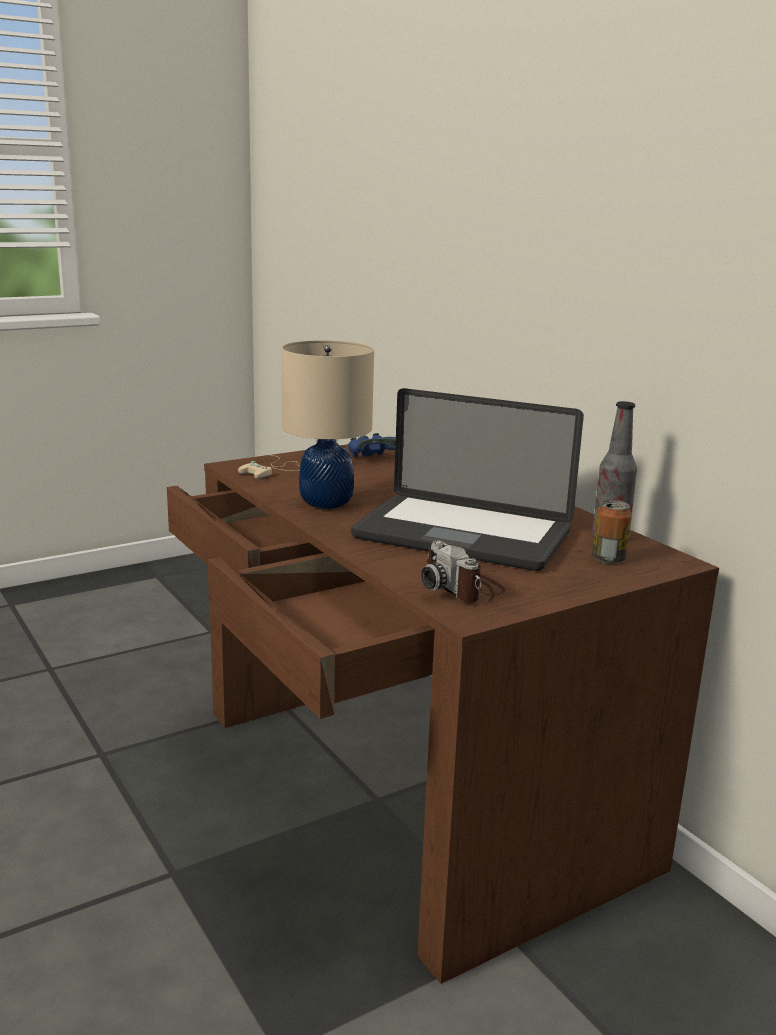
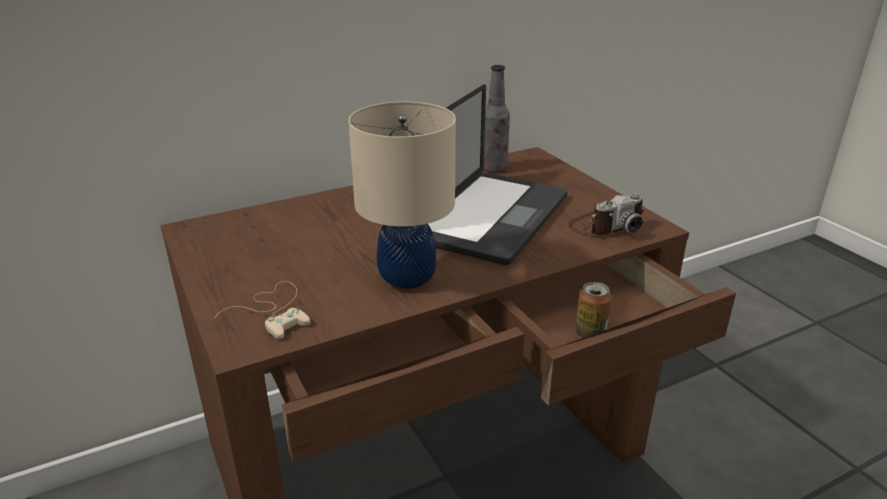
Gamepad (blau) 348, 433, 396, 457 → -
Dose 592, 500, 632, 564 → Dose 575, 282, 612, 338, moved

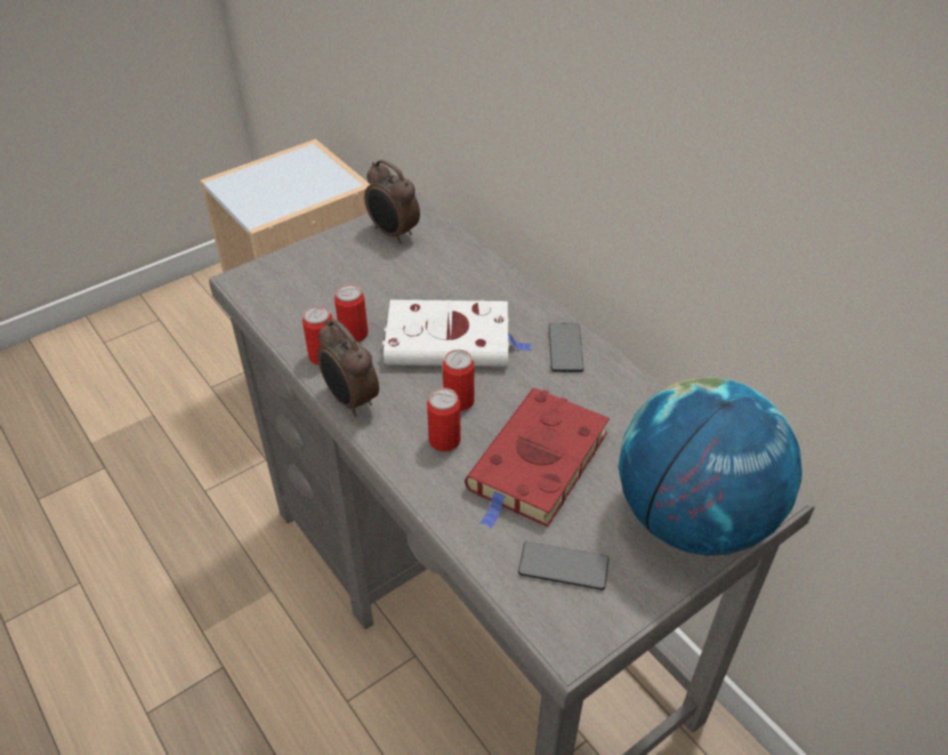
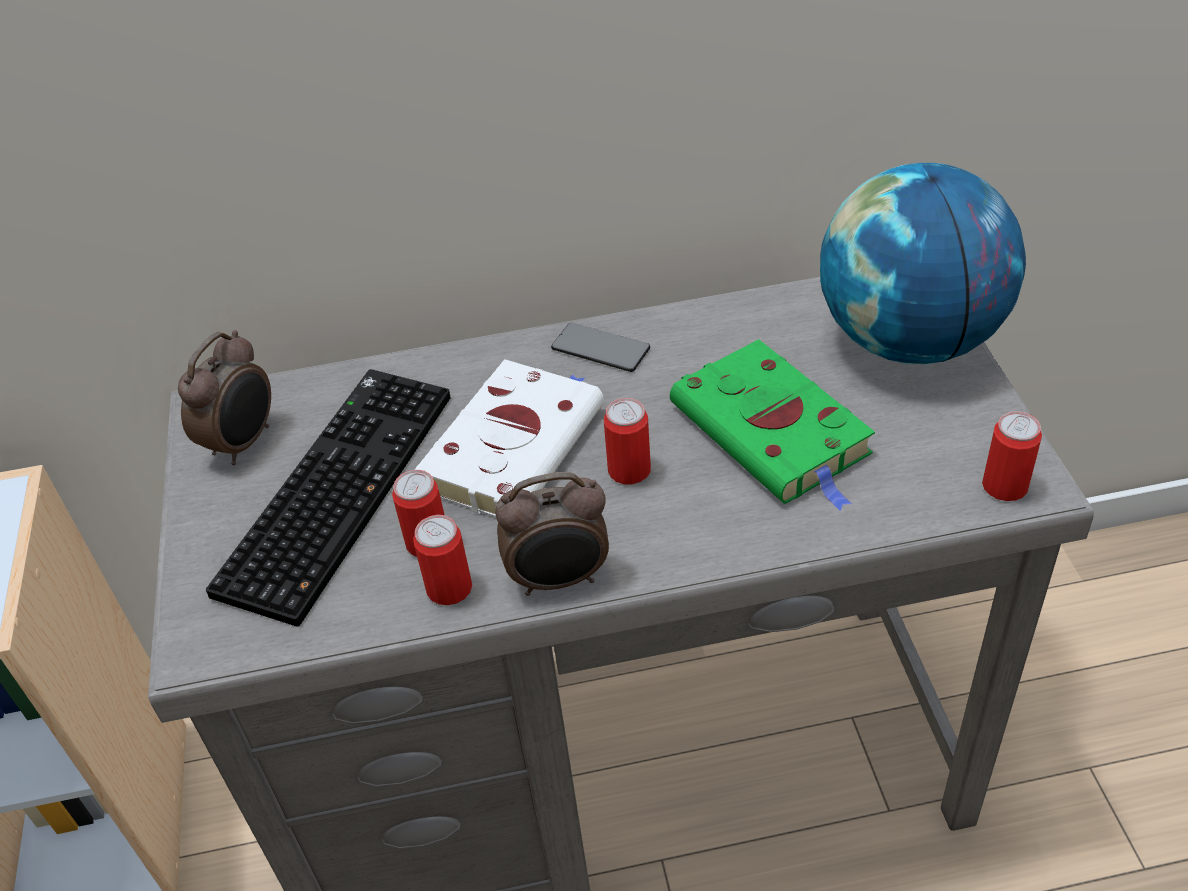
Wecker 364, 160, 420, 244 → Wecker 178, 330, 271, 465, 45 degrees counterclockwise
Dose 427, 388, 461, 451 → Dose 982, 411, 1042, 501, moved
Buch (rot) 465, 388, 610, 529 → Buch (grün) 670, 339, 875, 510
Handy 518, 542, 609, 590 → -
- → Tastatur 206, 369, 450, 627

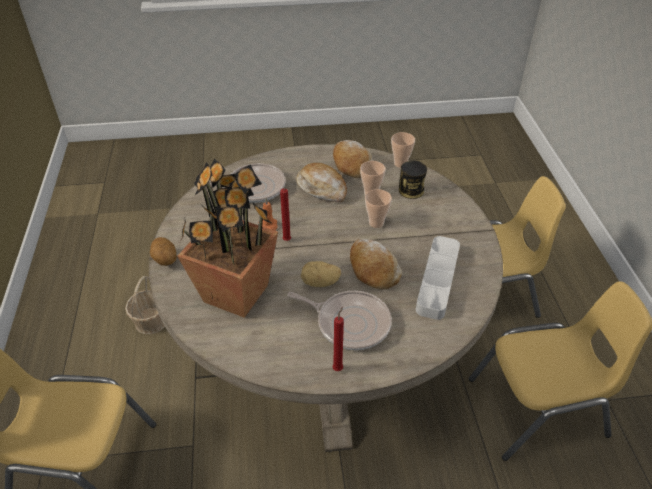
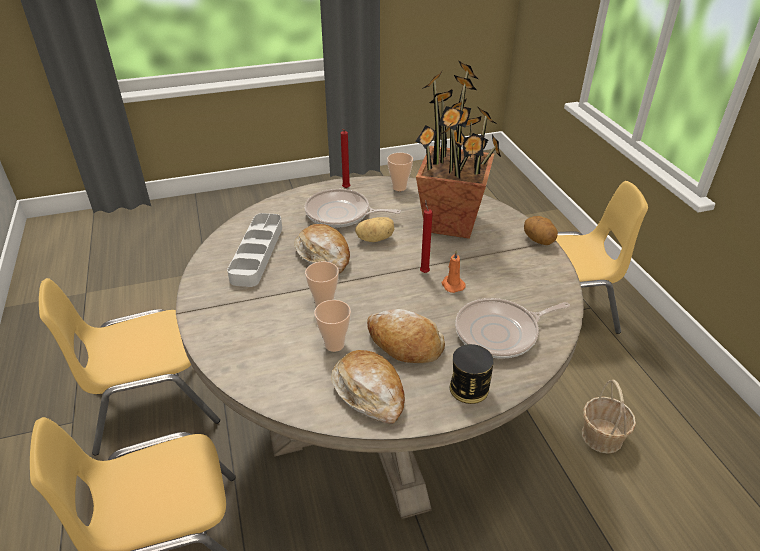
Tasse 391, 132, 415, 168 → Tasse 387, 153, 413, 191, moved
Dose 399, 160, 427, 199 → Dose 450, 344, 494, 404, moved

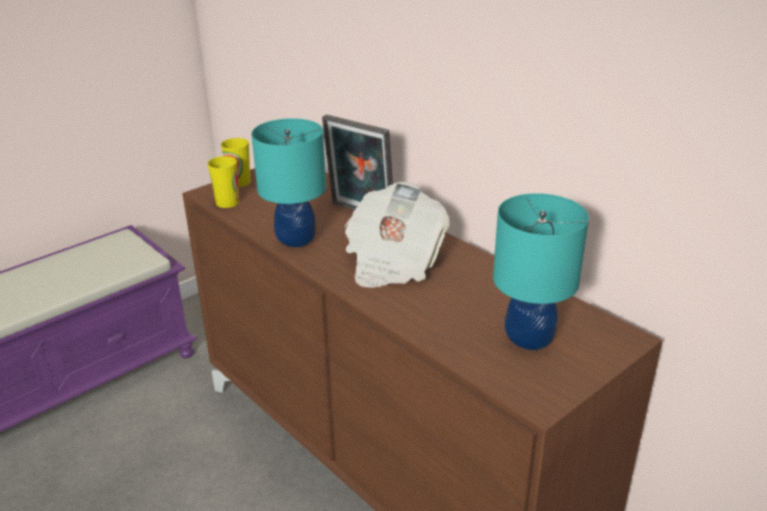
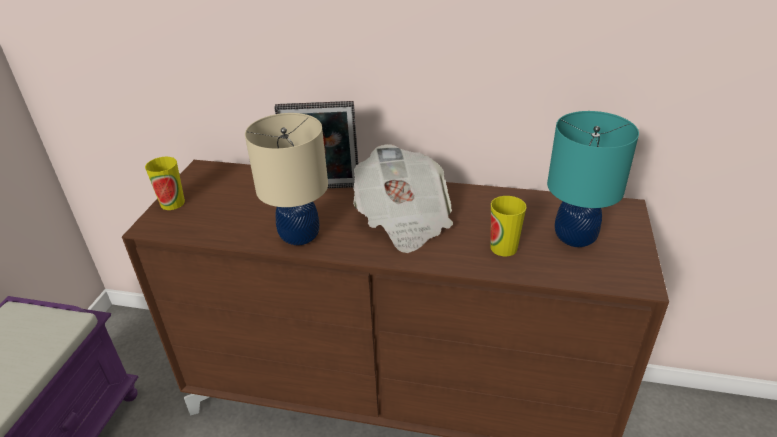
Tasse 208, 156, 239, 208 → Tasse 490, 196, 527, 256, moved
Tischlampe (türkis) 251, 118, 326, 247 → Tischlampe (beige) 245, 113, 328, 246

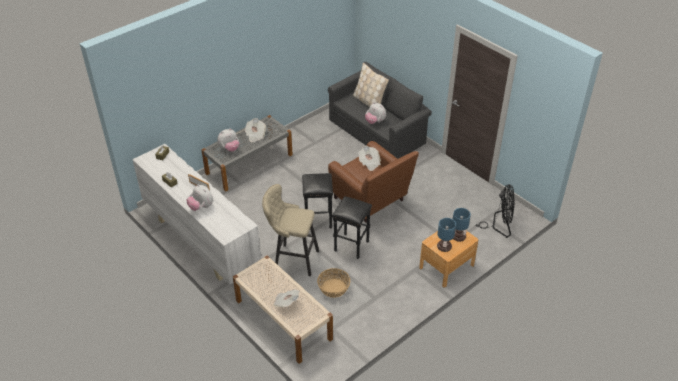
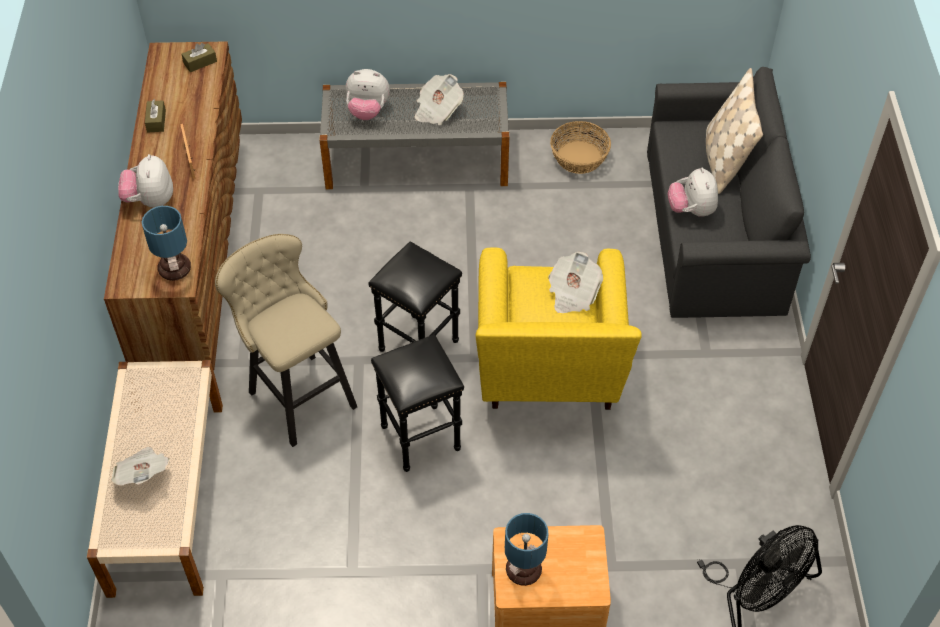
Schrank (weiß) 132, 144, 261, 285 → Schrank (braun) 104, 41, 242, 370
Korb 317, 268, 350, 298 → Korb 550, 121, 611, 174, moved
Sessel (braun) 328, 141, 419, 223 → Sessel (gelb) 476, 247, 642, 410
Tischlampe 453, 208, 471, 242 → Tischlampe 142, 206, 191, 281, moved

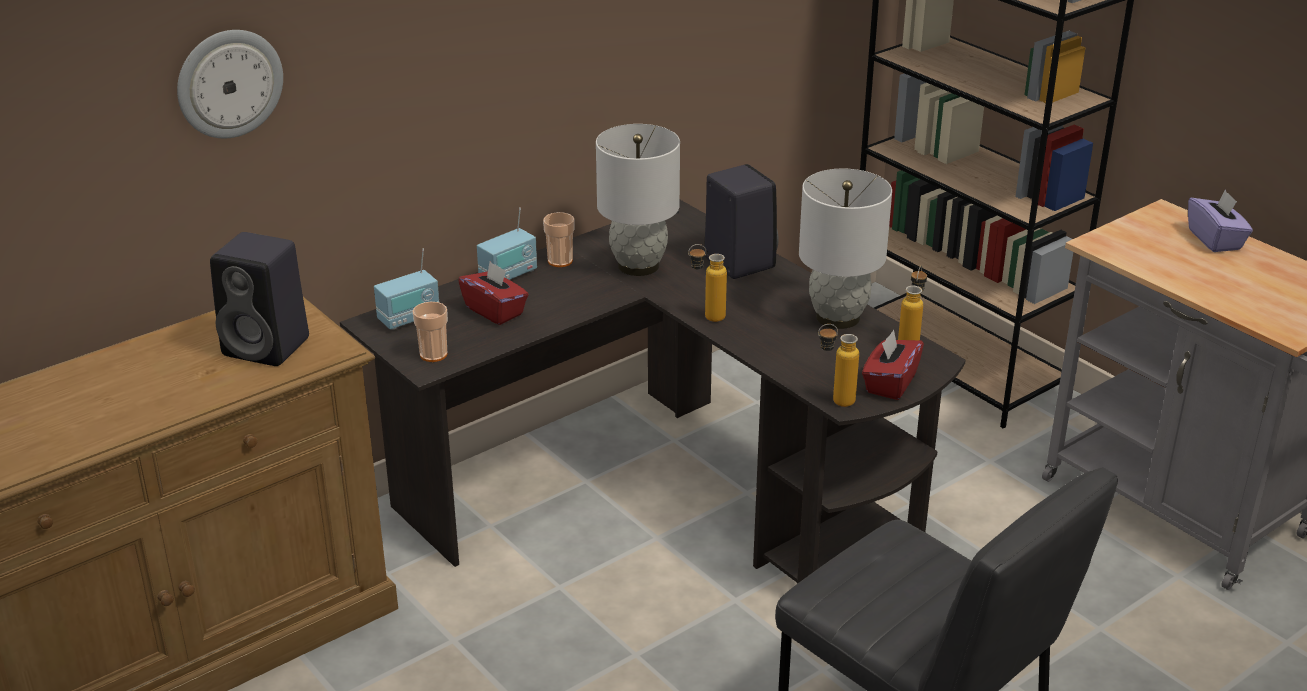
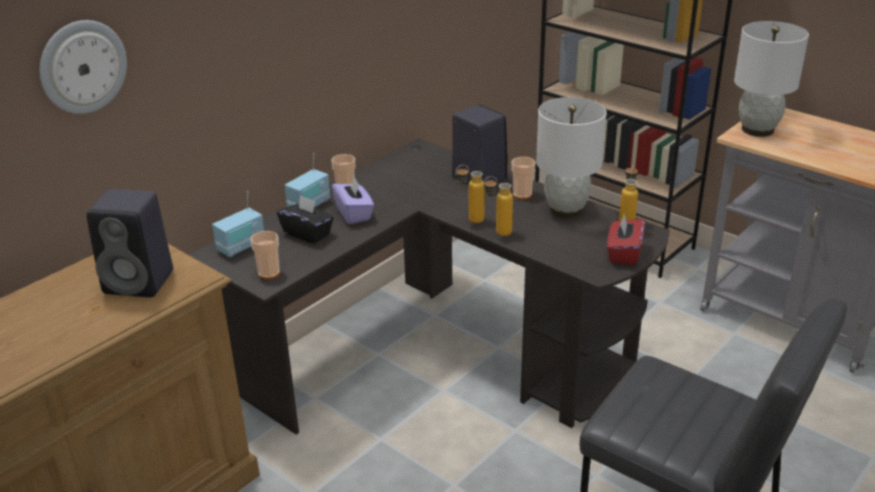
Taschentuchbox (rot) 458, 261, 529, 325 → Taschentuchbox (schwarz) 277, 195, 334, 244
Tischlampe (weiß) 596, 124, 680, 276 → Tischlampe (weiß) 734, 21, 809, 137, moved
Flasche 818, 324, 859, 407 → Flasche 483, 176, 513, 236, moved
Taschentuchbox (lila) 1188, 190, 1253, 252 → Taschentuchbox (lila) 332, 177, 374, 224, moved
- → Tasse 511, 157, 536, 199

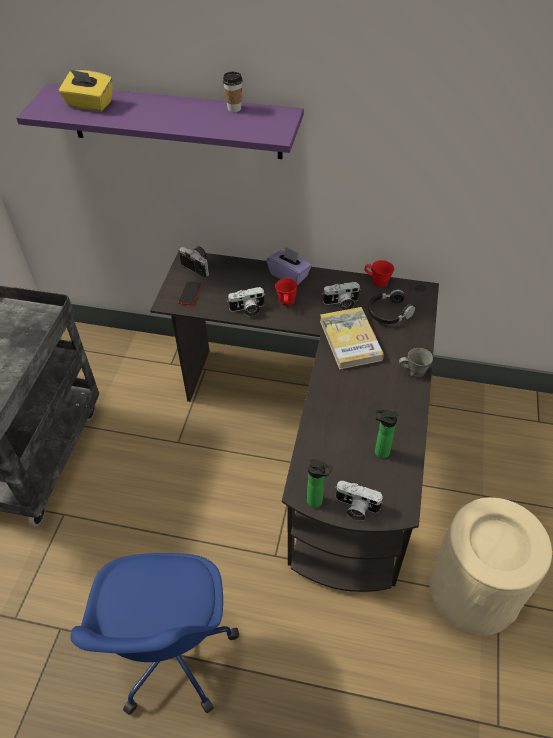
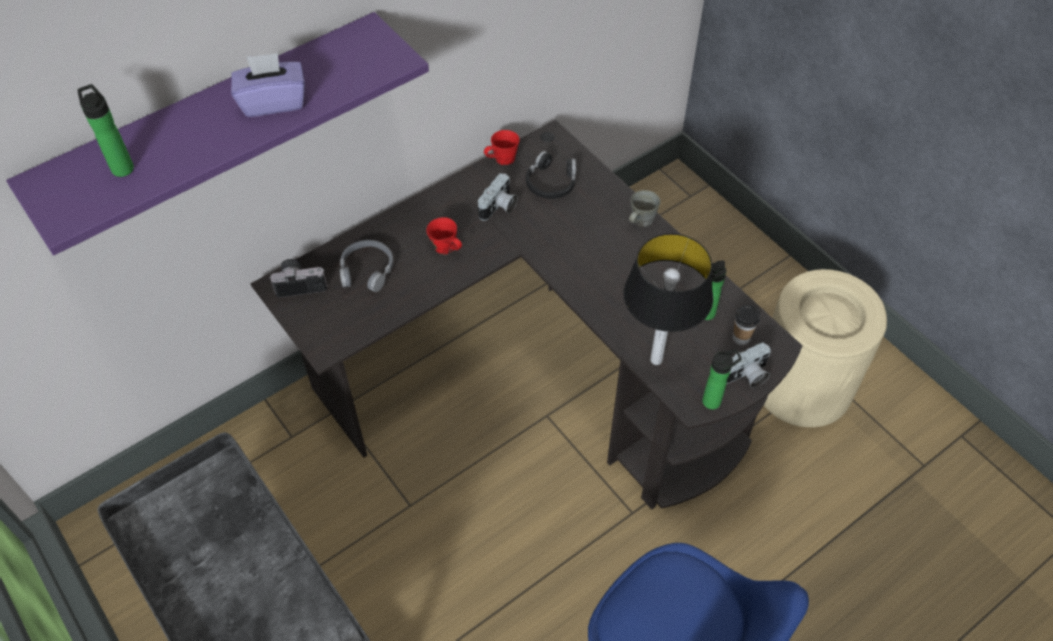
Taschentuchbox (gelb) 59, 69, 113, 111 → Flasche 77, 84, 134, 177
Handy 178, 281, 202, 306 → -
Tasse 223, 72, 243, 112 → Tasse 733, 305, 761, 345, moved
Kamera 227, 287, 265, 317 → -
Taschentuchbox (lila) 266, 246, 312, 286 → Taschentuchbox (lila) 231, 53, 305, 117, moved
Buch 320, 307, 384, 370 → -
- → Kopfhörer (grau) 339, 240, 394, 292
- → Tischlampe 623, 233, 713, 365

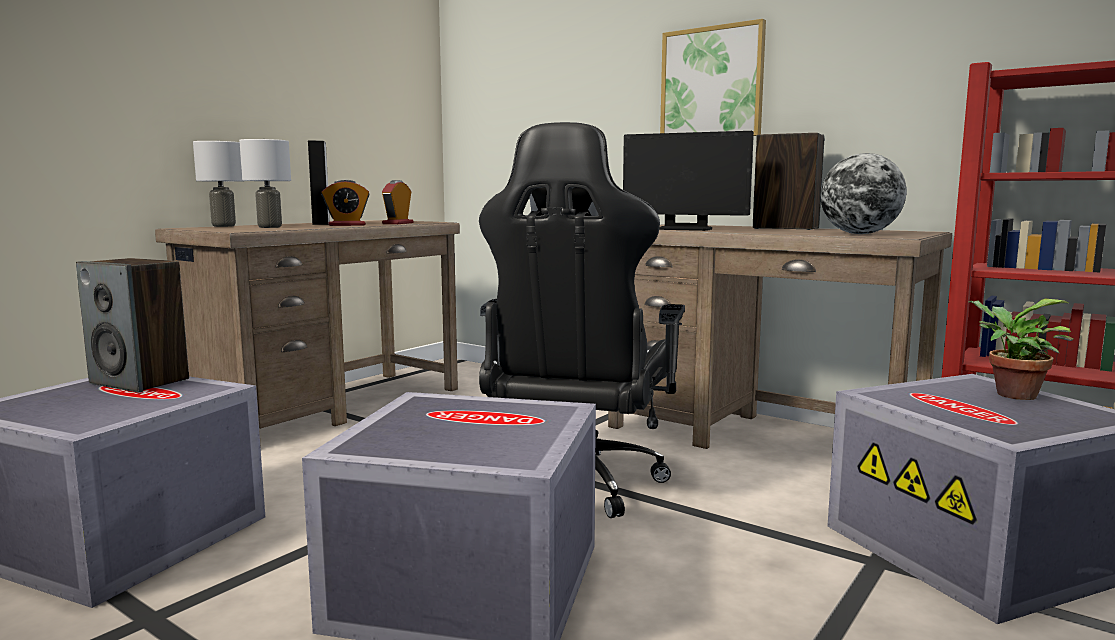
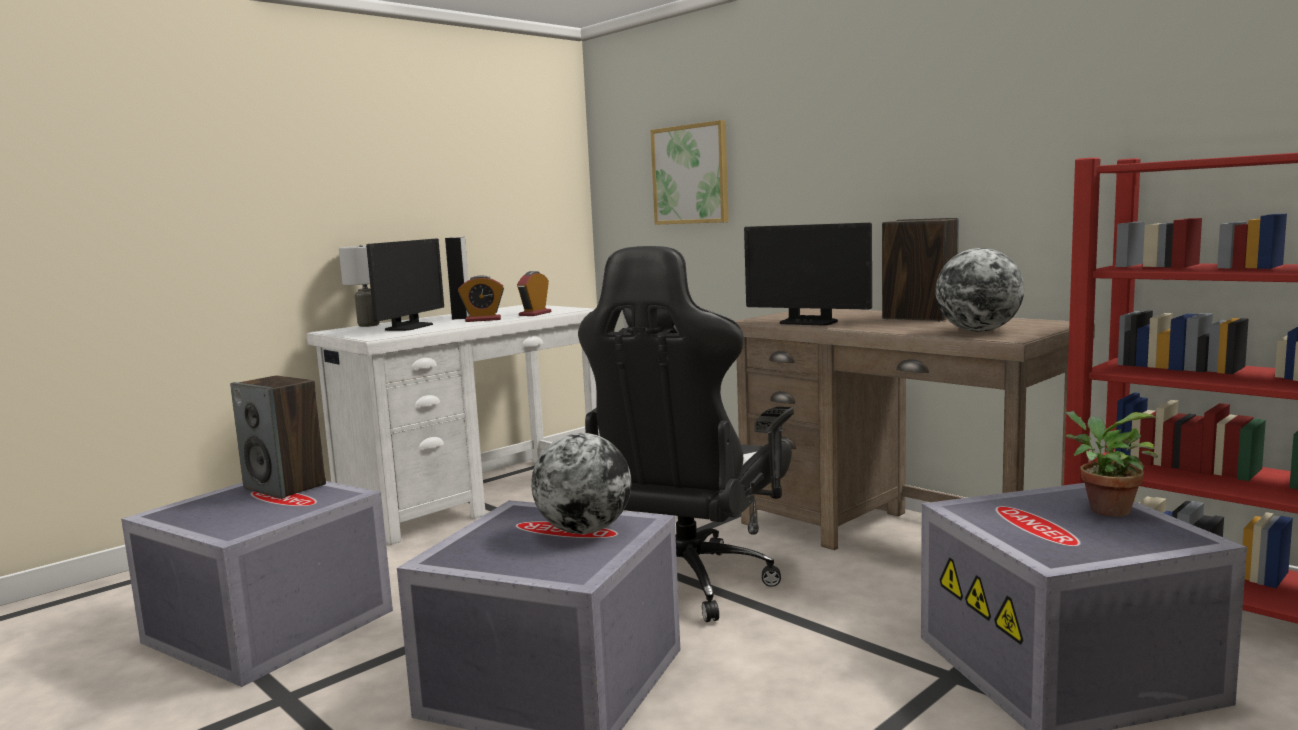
Schreibtisch (braun) 155, 220, 460, 447 → Schreibtisch (weiß) 307, 305, 600, 545
Tischlampe (weiß) 239, 139, 291, 228 → Monitor 366, 239, 444, 331
Bild 660, 19, 766, 136 → Bild 650, 120, 729, 225, moved
- → Globus 531, 433, 631, 534

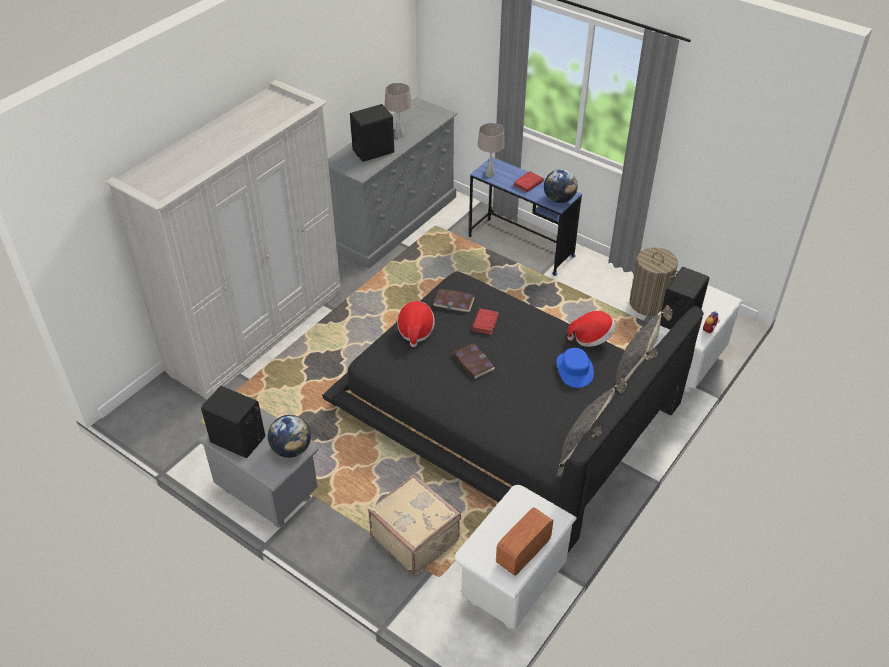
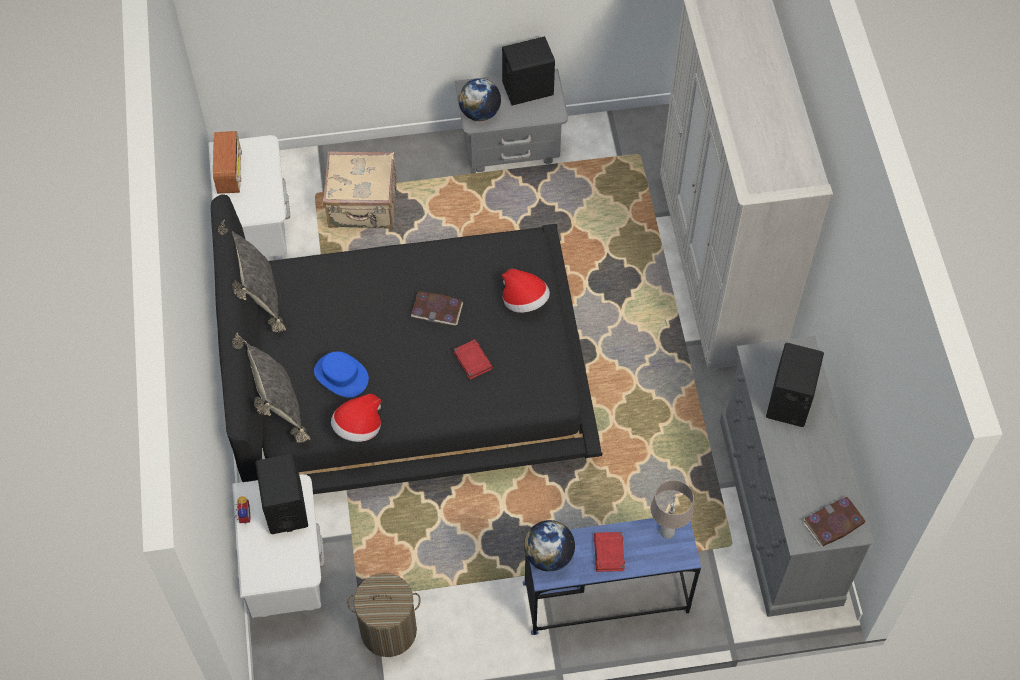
Tischlampe (beige) 385, 83, 412, 138 → -
Buch 433, 289, 475, 313 → Buch 803, 496, 866, 547, moved

